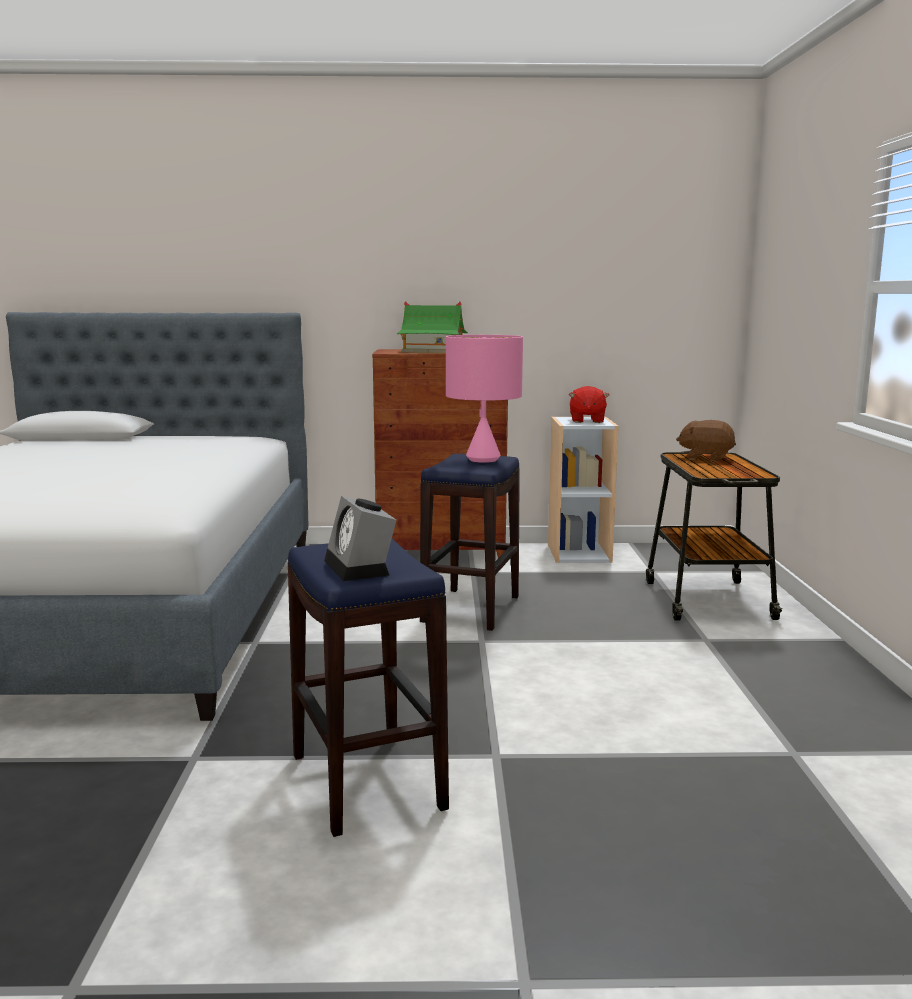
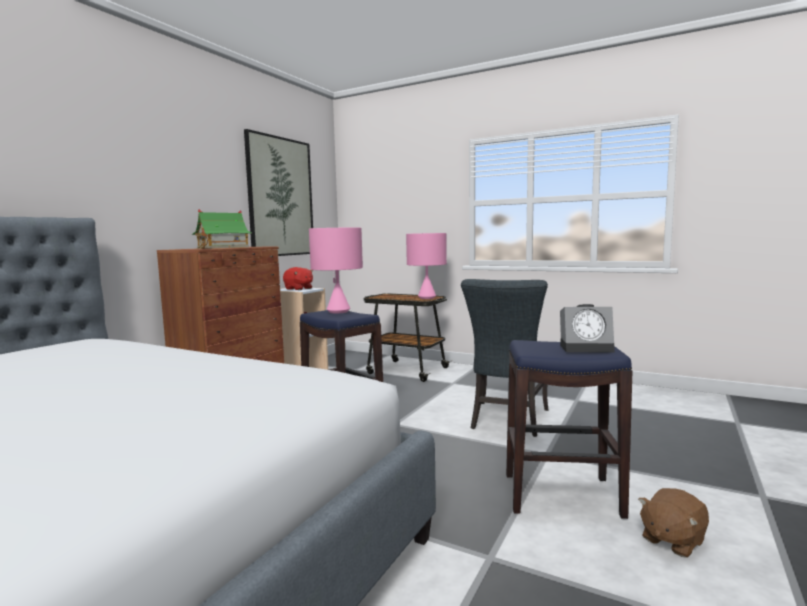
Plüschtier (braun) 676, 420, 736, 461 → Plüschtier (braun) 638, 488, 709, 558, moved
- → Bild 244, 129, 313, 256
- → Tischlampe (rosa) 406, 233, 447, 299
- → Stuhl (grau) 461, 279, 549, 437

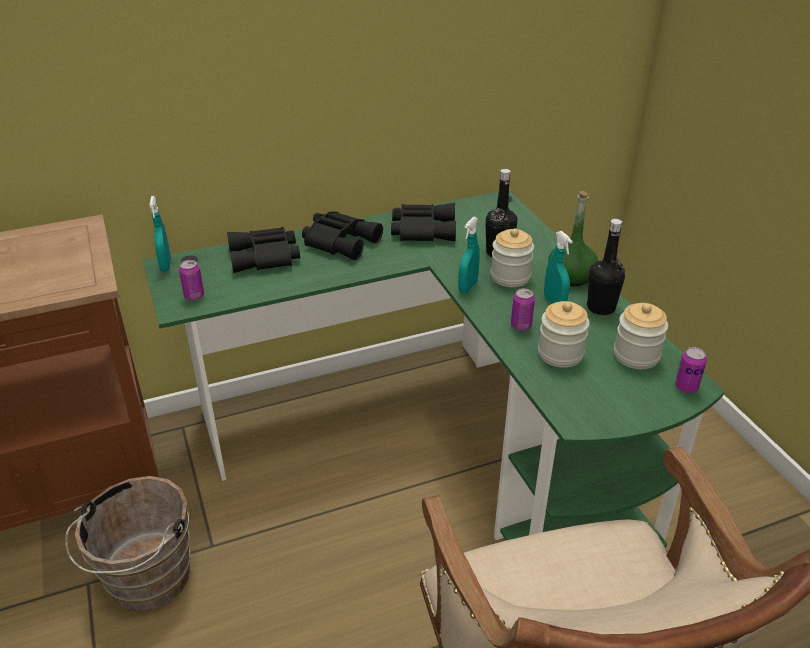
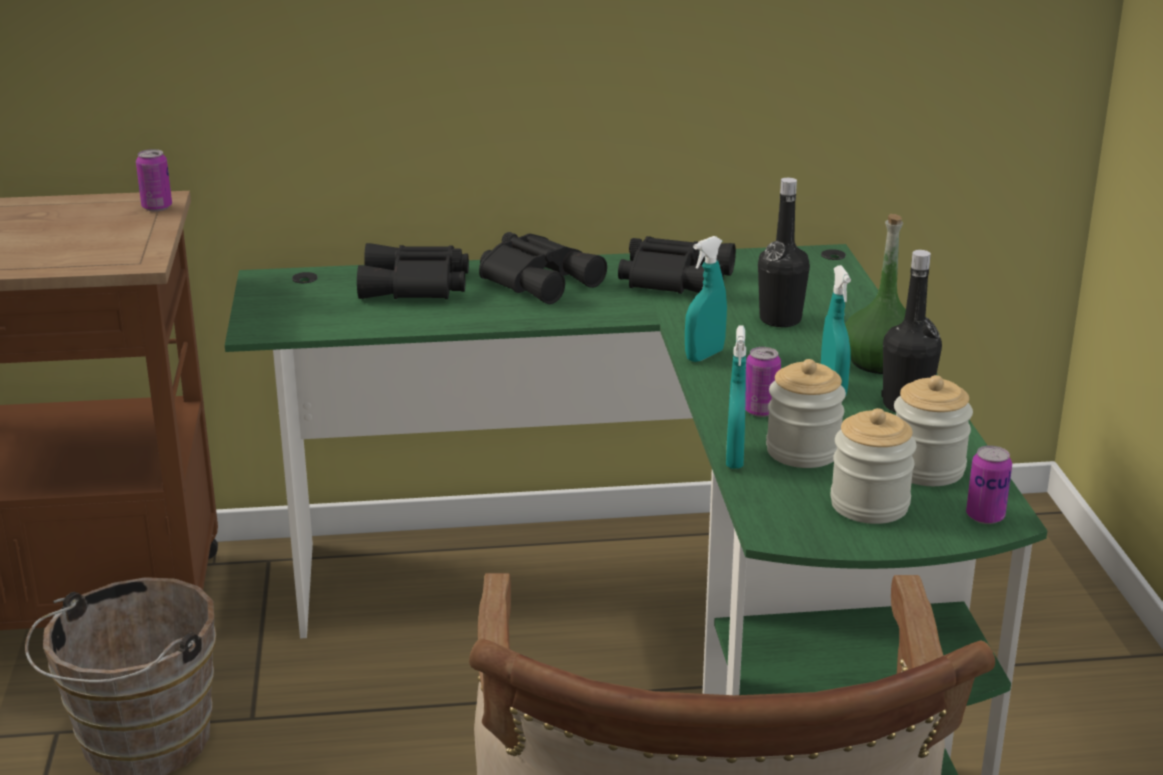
Sprühflasche (türkis) 149, 196, 171, 271 → Sprühflasche (türkis) 726, 325, 746, 469, moved
Dose 179, 260, 204, 301 → Dose 136, 149, 172, 212, moved
Vorratsglas 491, 228, 534, 287 → Vorratsglas 830, 408, 917, 524, moved

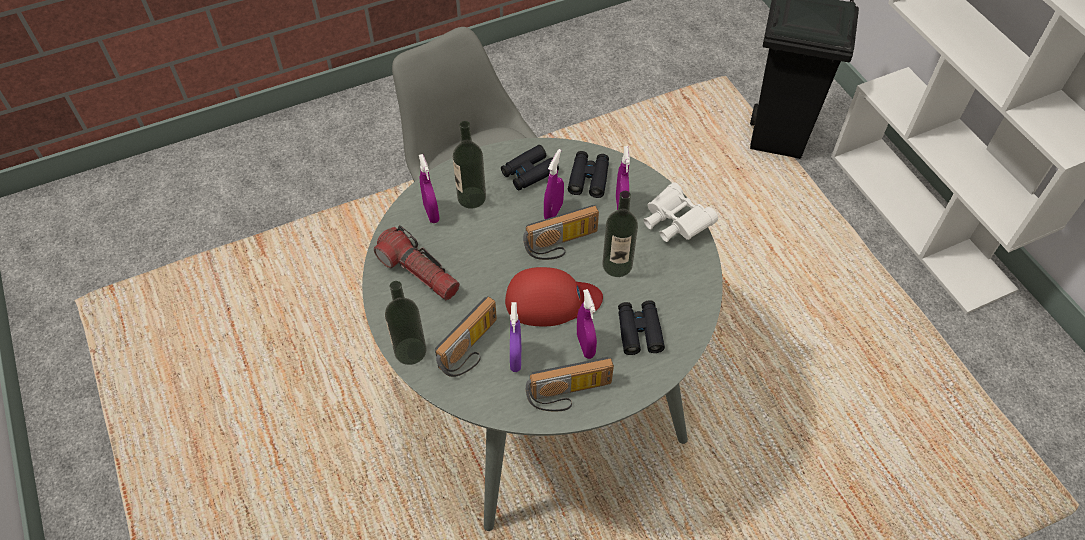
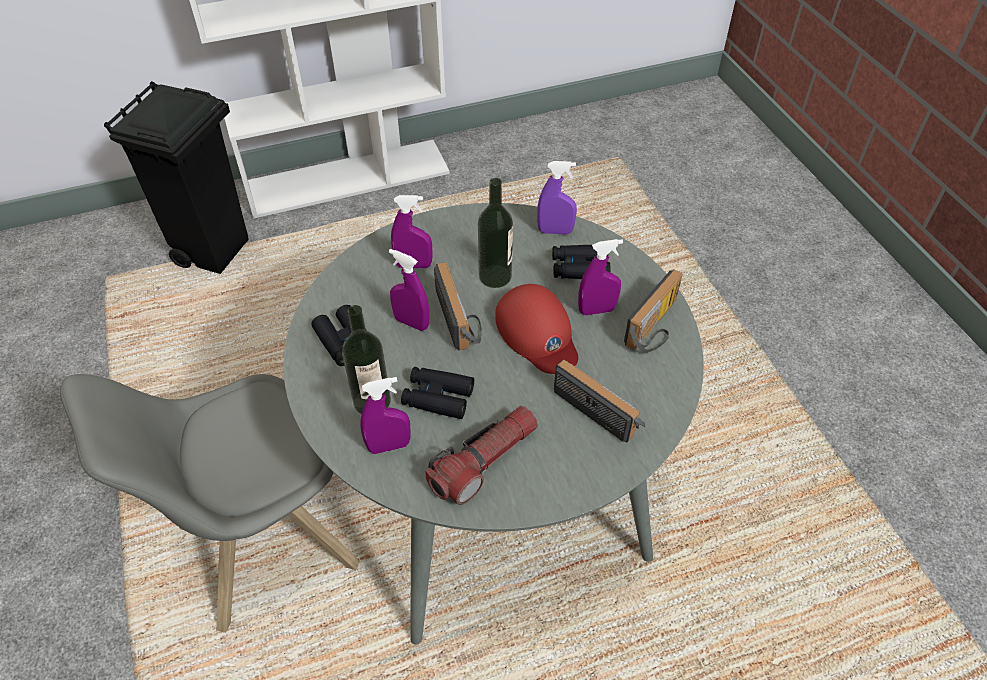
Flasche 385, 281, 427, 365 → -
Kappe (rot) 505, 267, 603, 326 → Kappe (rot) 495, 284, 578, 374, 150 degrees clockwise
Sprühflasche (lila) 510, 302, 521, 372 → Sprühflasche (lila) 537, 161, 577, 234, moved
Radio 526, 357, 614, 412 → Radio 624, 269, 683, 353, 45 degrees clockwise
Fernglas (schwarz) 568, 151, 609, 198 → Fernglas (schwarz) 401, 367, 474, 419, moved
Fernglas (weiß) 644, 183, 718, 242 → -

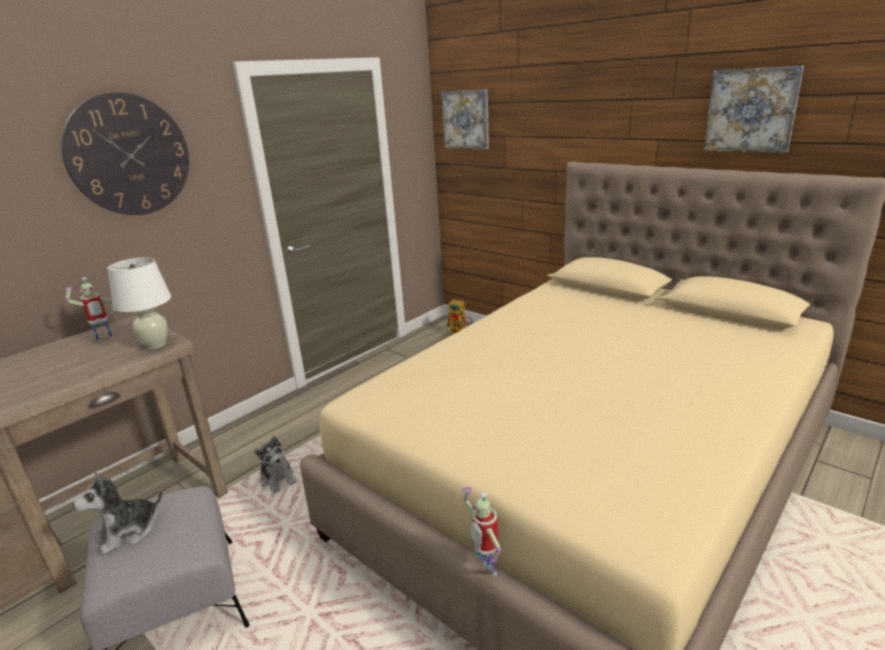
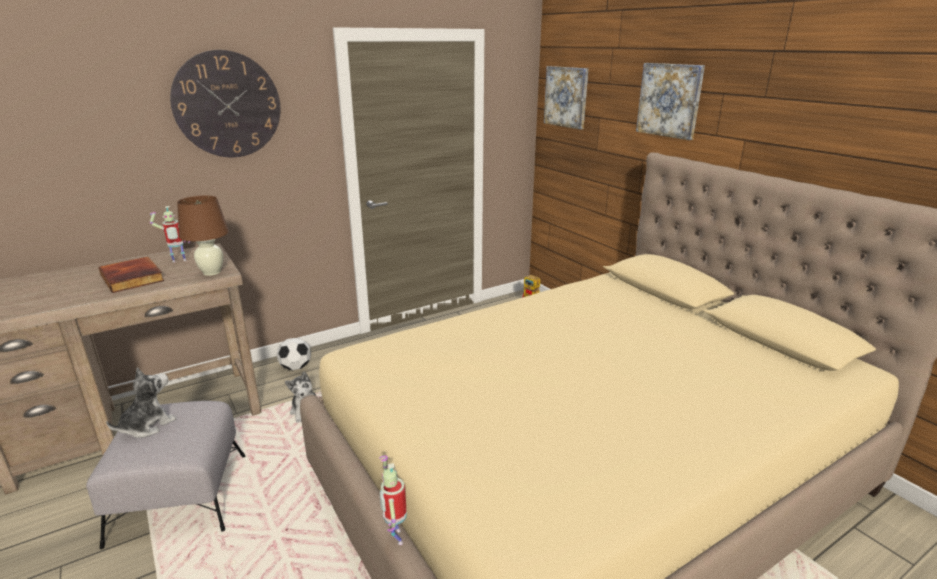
Plüschtier 73, 472, 163, 555 → Plüschtier 106, 367, 177, 438, 150 degrees clockwise
Tischlampe (weiß) 107, 257, 171, 349 → Tischlampe (braun) 177, 195, 229, 276
Bild 704, 66, 804, 153 → Bild 636, 63, 705, 140, moved
- → Buch 98, 257, 164, 293
- → Fußball 277, 338, 311, 370

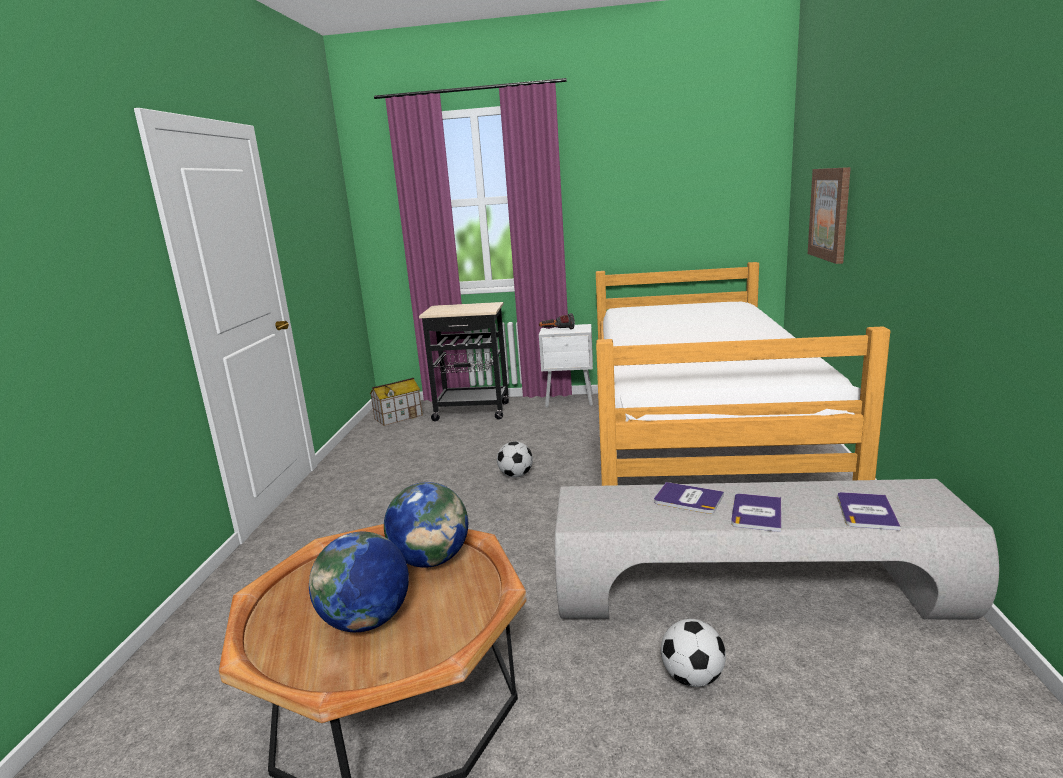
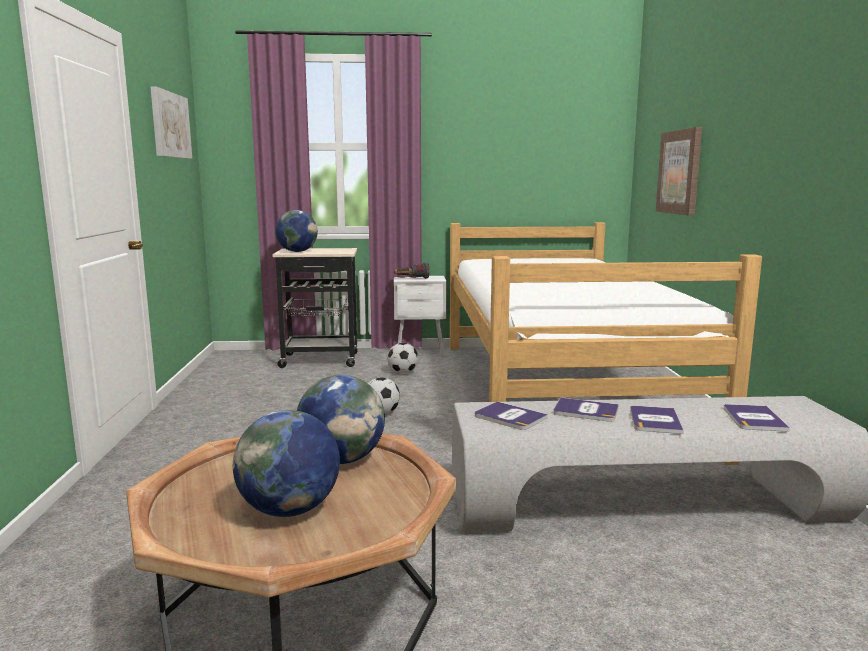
Spielzeughaus 370, 378, 423, 426 → -
Fußball 661, 619, 726, 687 → Fußball 387, 343, 418, 374, moved
- → Bild 151, 87, 192, 159
- → Globus 275, 210, 318, 252
- → Buch 475, 402, 548, 430

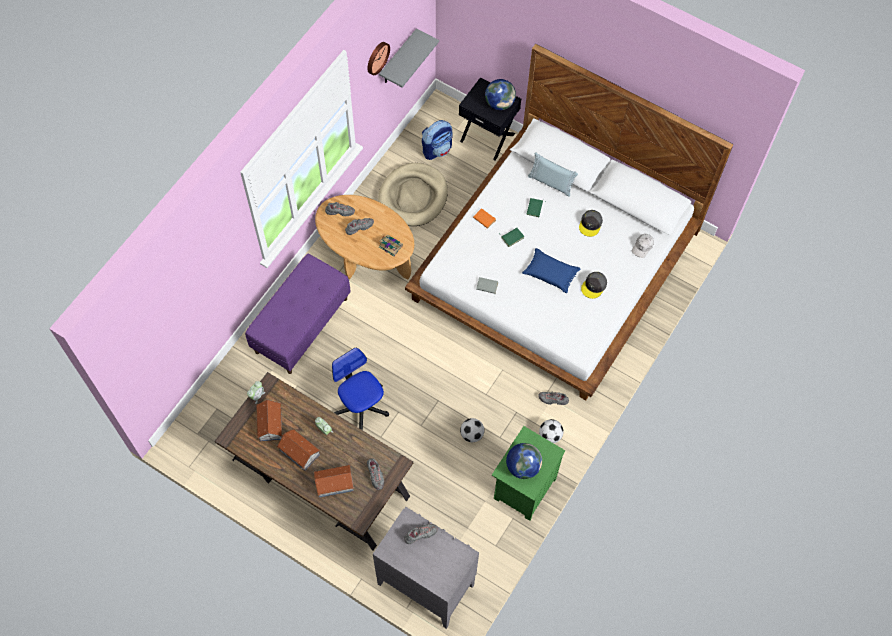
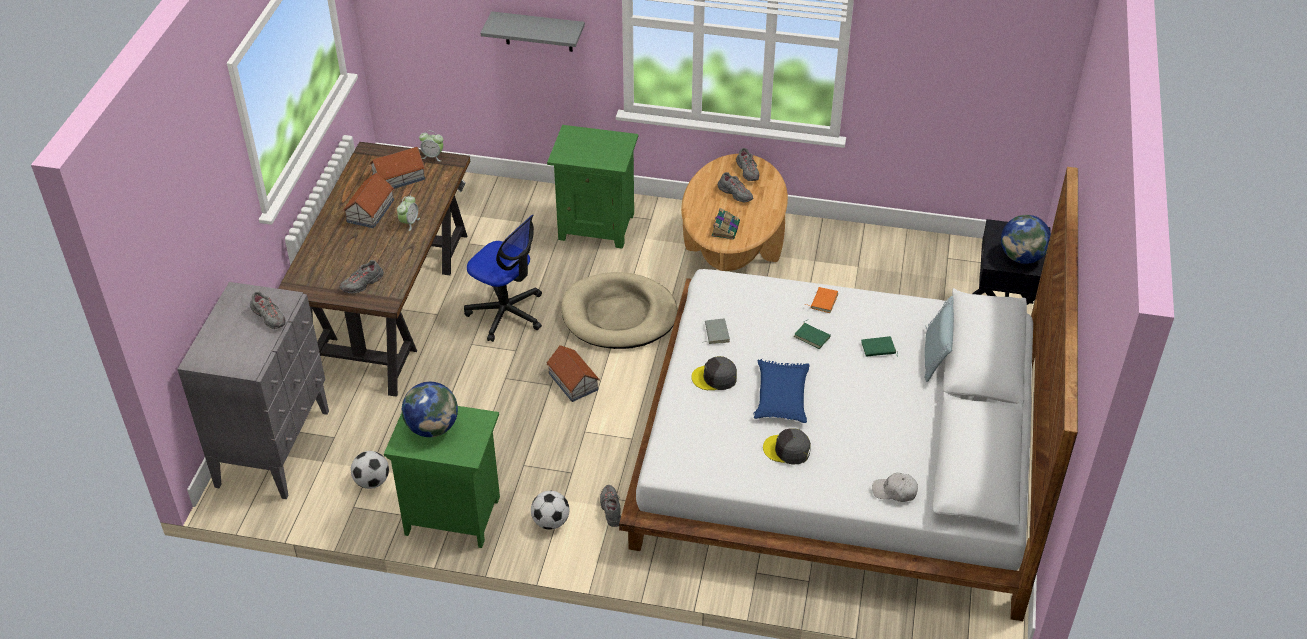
Bank (lila) 245, 254, 351, 374 → Nachttisch (grün) 547, 125, 638, 249
Spielzeughaus 314, 465, 354, 498 → Spielzeughaus 546, 345, 600, 402, moved
Bürostuhl 332, 348, 389, 430 → Bürostuhl 464, 214, 542, 342, 90 degrees clockwise
Wanduhr 367, 42, 390, 75 → -
Hundebett (beige) 378, 163, 448, 226 → Hundebett (beige) 561, 272, 678, 349, moved
Wandregal (grau) 379, 28, 439, 88 → Wandregal (grau) 481, 11, 585, 52, moved
Rucksack 422, 120, 453, 160 → -
Fußball 460, 418, 484, 442 → Fußball 351, 451, 389, 489, moved
Kappe (grau) 579, 210, 603, 237 → Kappe (grau) 691, 356, 737, 390, moved

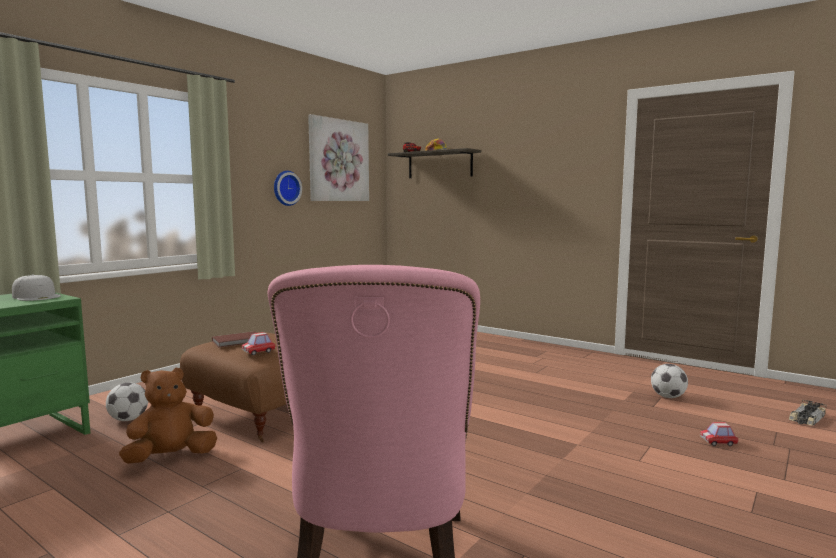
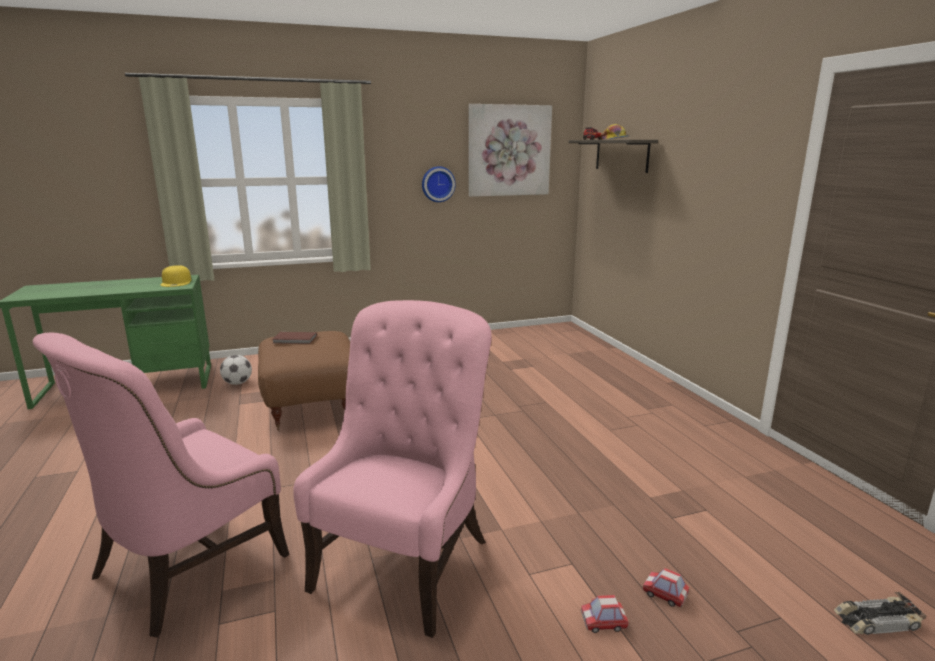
Kappe (weiß) 12, 274, 61, 301 → Kappe (gelb) 161, 265, 191, 287
Plüschtier (braun) 119, 368, 217, 464 → -
Spielzeugauto 242, 332, 276, 355 → Spielzeugauto 581, 595, 629, 633, moved
Fußball 651, 364, 688, 398 → -
- → Stuhl (rosa) 293, 300, 492, 638

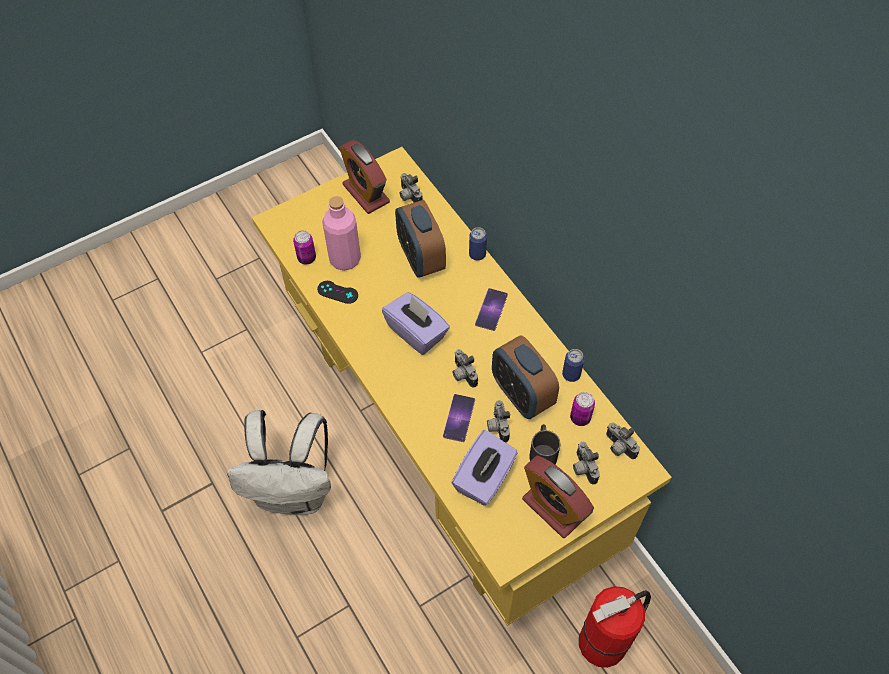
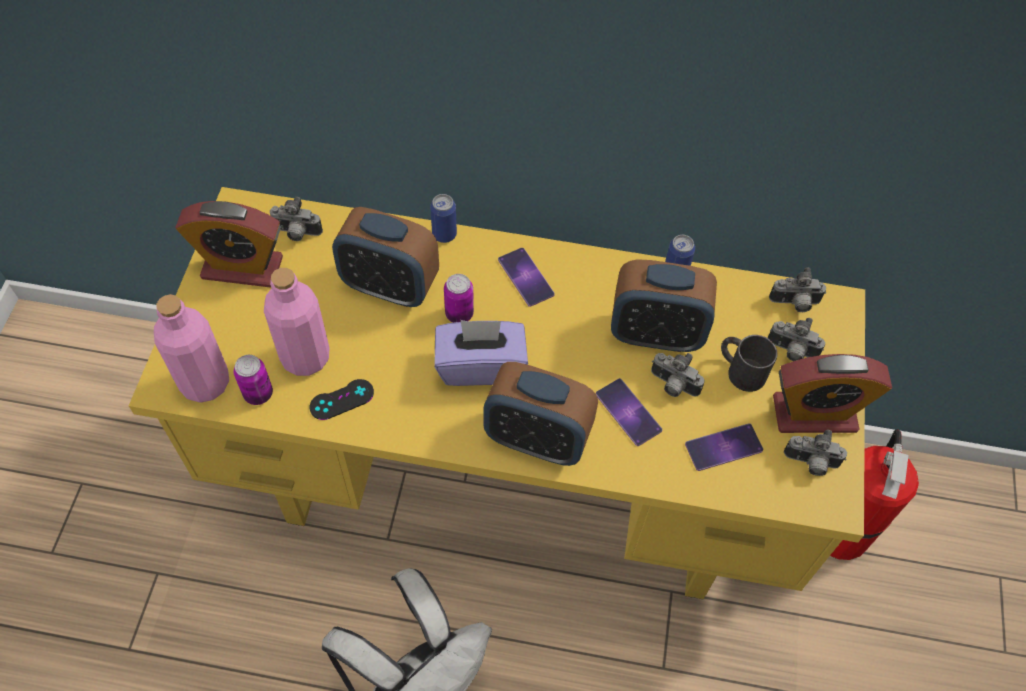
Taschentuchbox (lila) 451, 430, 518, 506 → Handy 685, 423, 763, 471
Kamera 452, 349, 478, 387 → Kamera 784, 430, 847, 476, moved
Dose 570, 392, 595, 426 → Dose 444, 274, 474, 323, moved
- → Flasche (rosa) 154, 294, 229, 403
- → Wecker 483, 362, 598, 466

